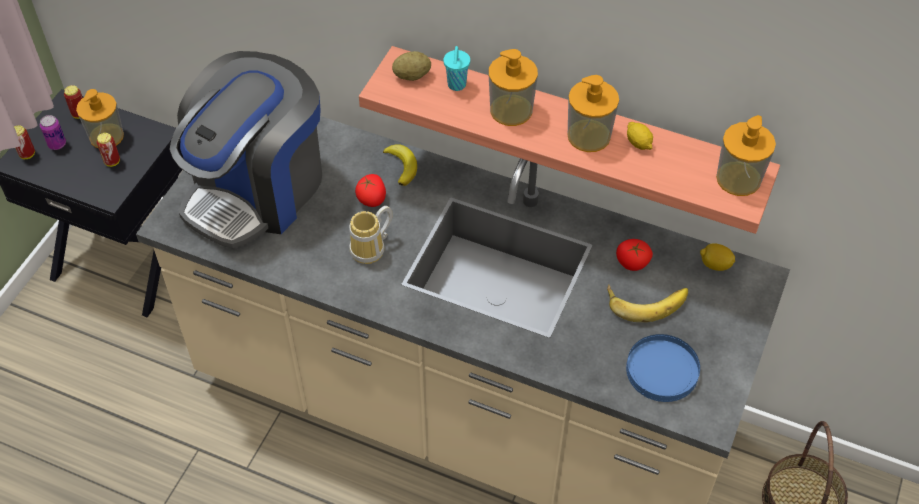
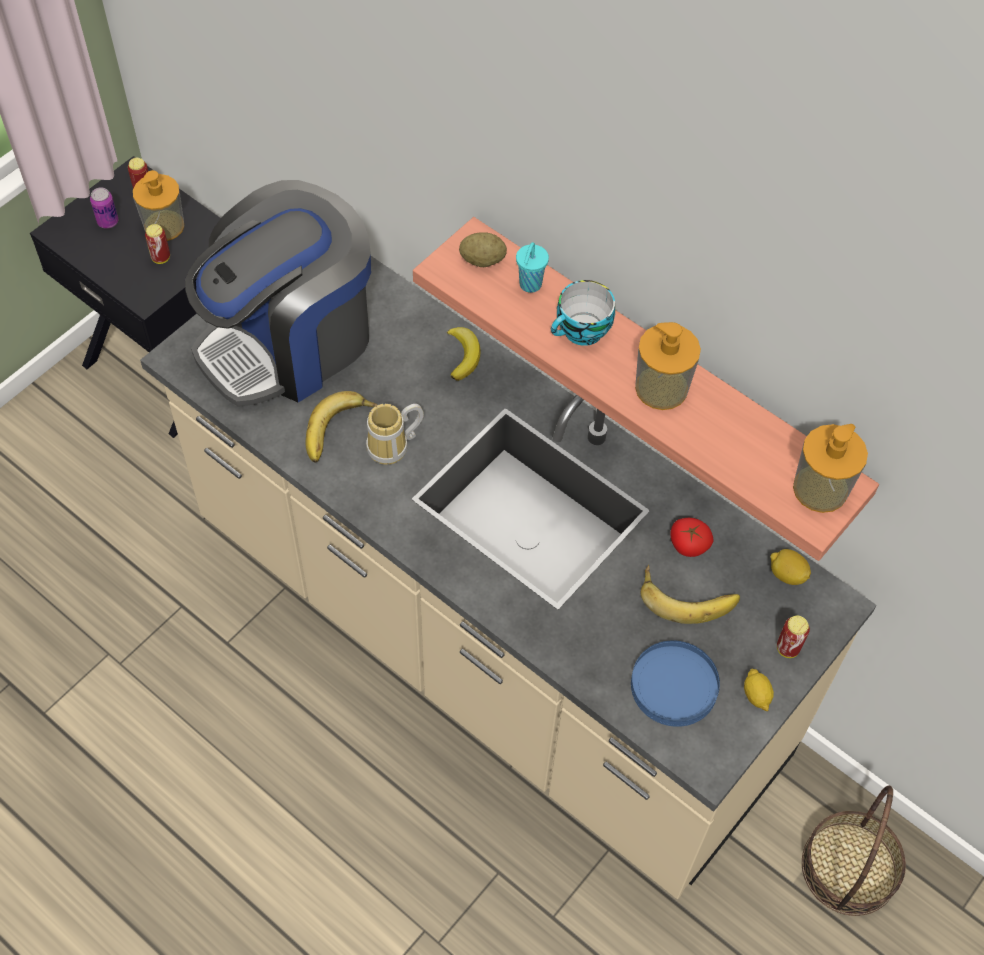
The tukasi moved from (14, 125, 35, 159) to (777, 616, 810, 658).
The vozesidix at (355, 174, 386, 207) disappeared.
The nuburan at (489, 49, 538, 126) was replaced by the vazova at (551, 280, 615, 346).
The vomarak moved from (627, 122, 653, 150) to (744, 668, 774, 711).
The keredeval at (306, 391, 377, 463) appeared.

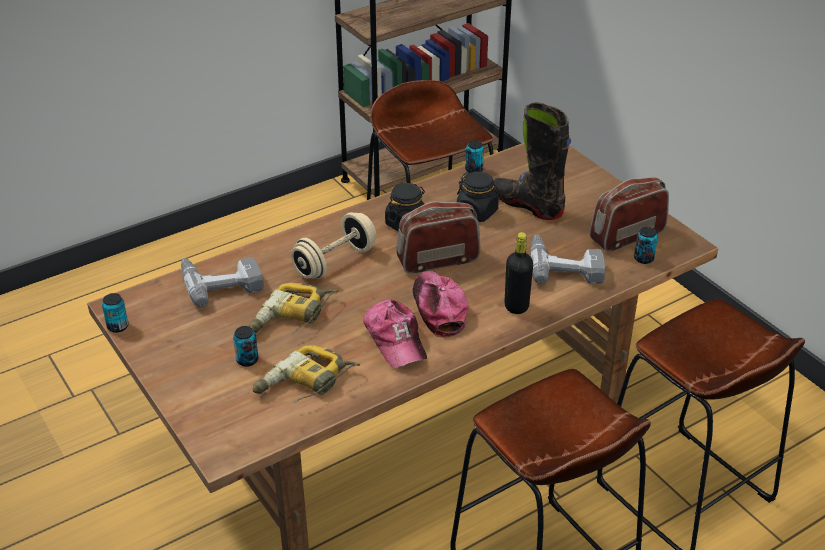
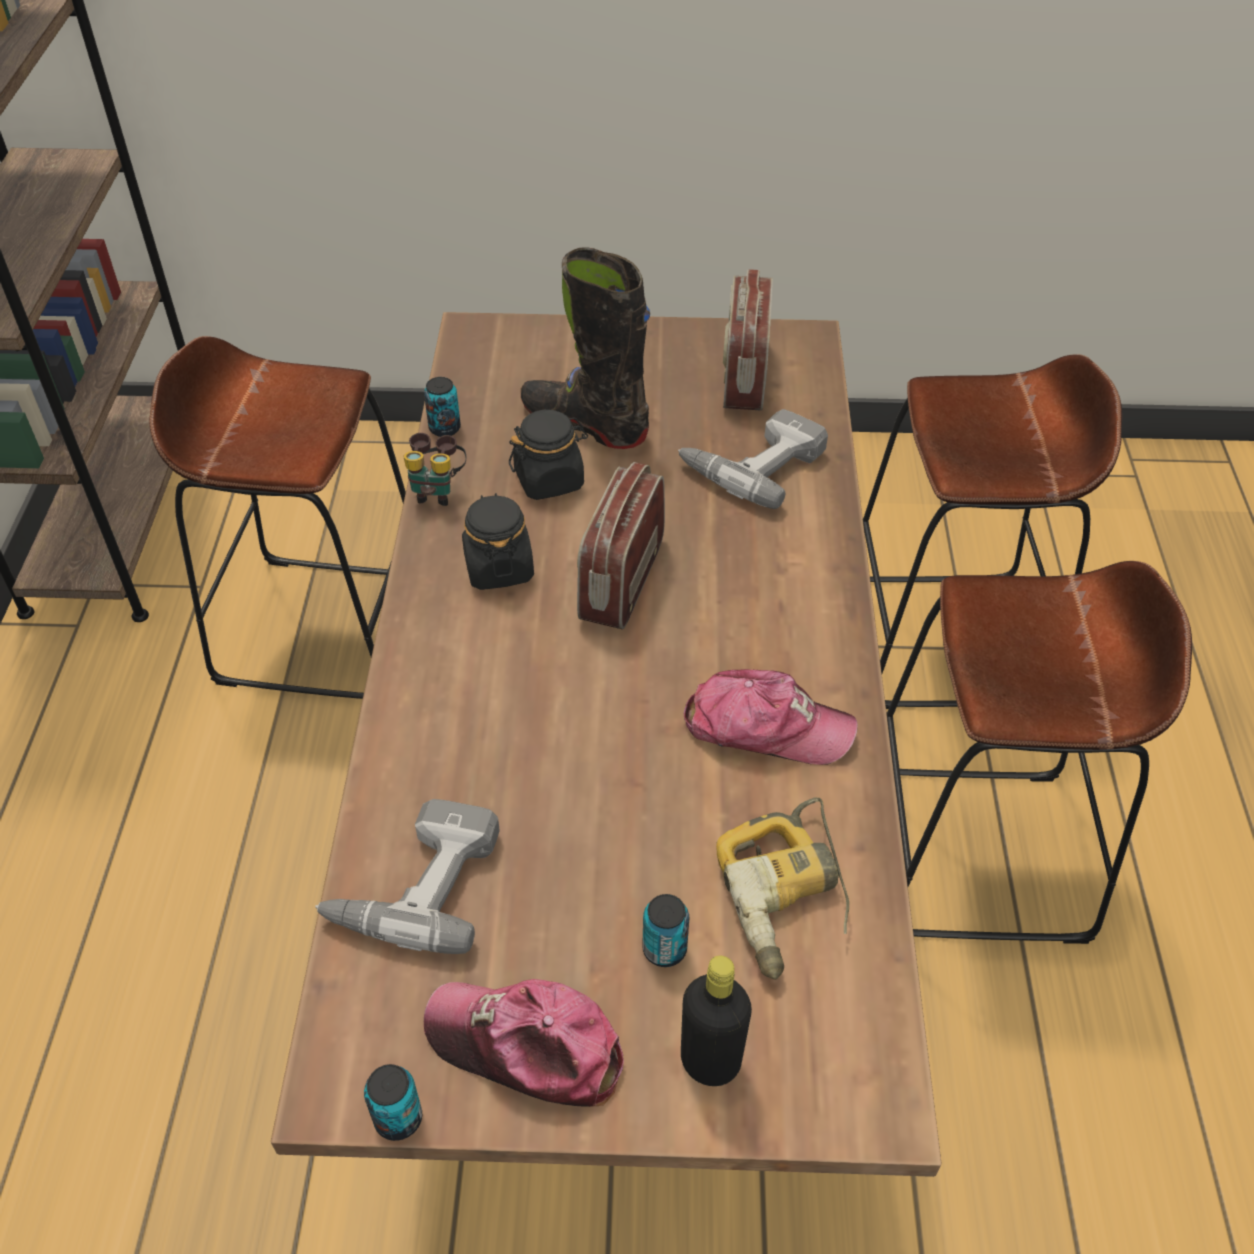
The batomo at (249, 283, 339, 333) disappeared.
The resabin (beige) at (291, 212, 376, 279) disappeared.
The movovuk moved from (413, 271, 469, 338) to (424, 979, 624, 1107).
The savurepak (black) at (493, 103, 571, 220) turned 45 degrees clockwise.
The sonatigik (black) moved from (504, 232, 533, 314) to (681, 956, 752, 1086).
The tukasi at (634, 227, 658, 264) disappeared.
The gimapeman at (404, 433, 466, 506) appeared.

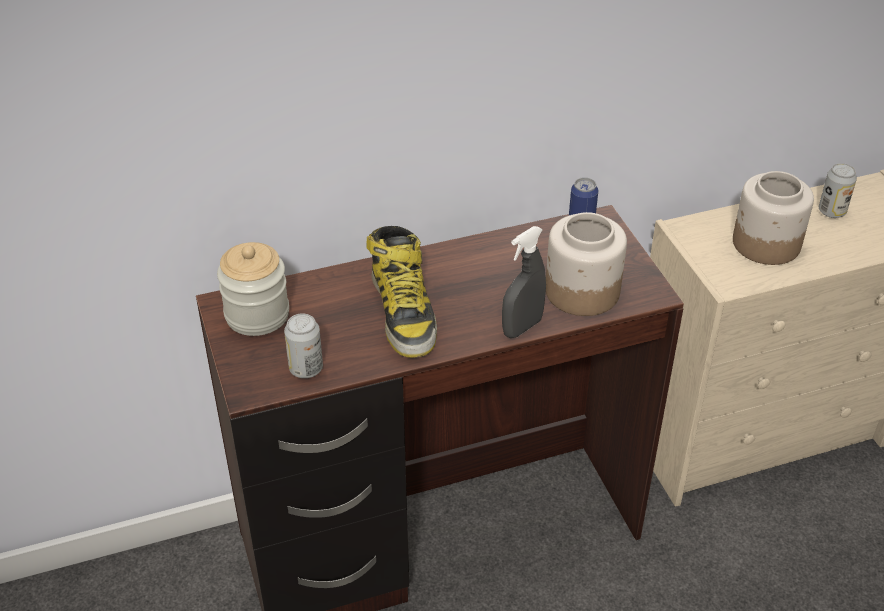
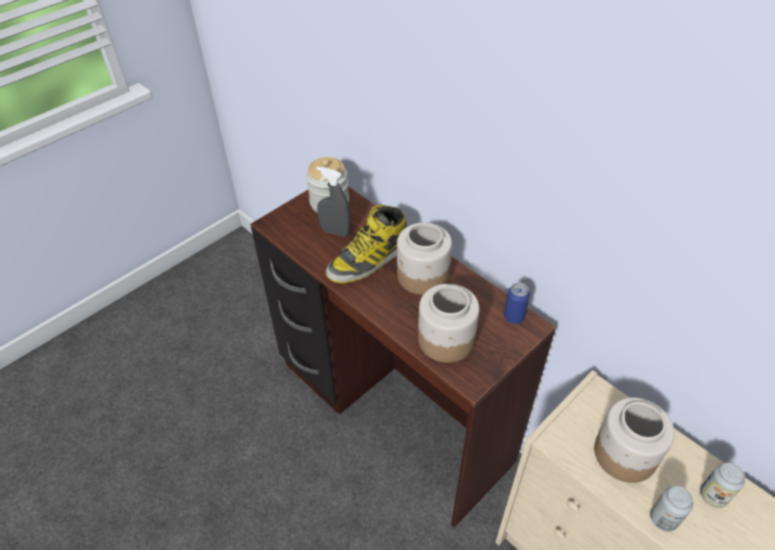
The tukasi moved from (284, 313, 323, 378) to (650, 486, 693, 532).
The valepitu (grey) moved from (502, 226, 546, 338) to (317, 167, 351, 237).
The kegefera at (397, 223, 452, 295) appeared.

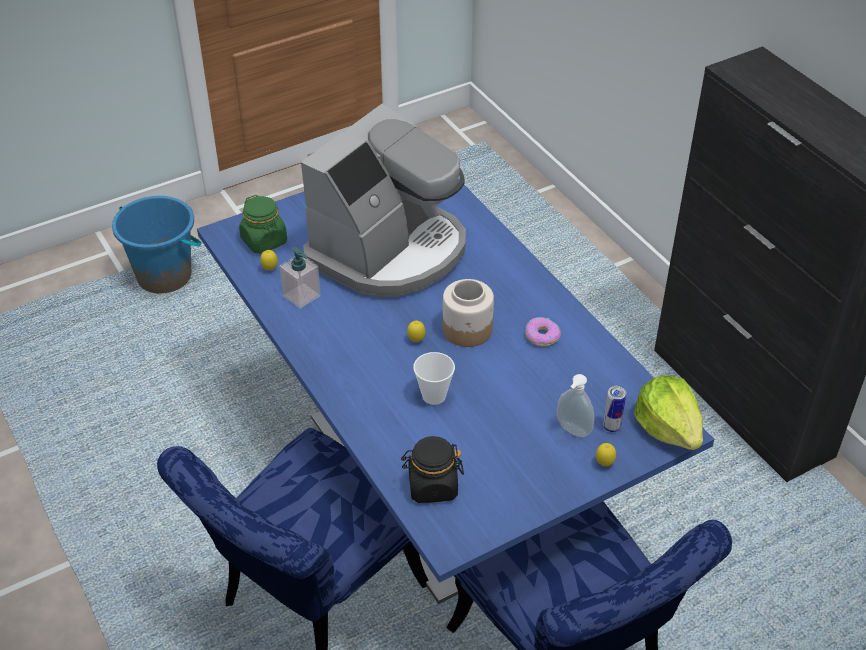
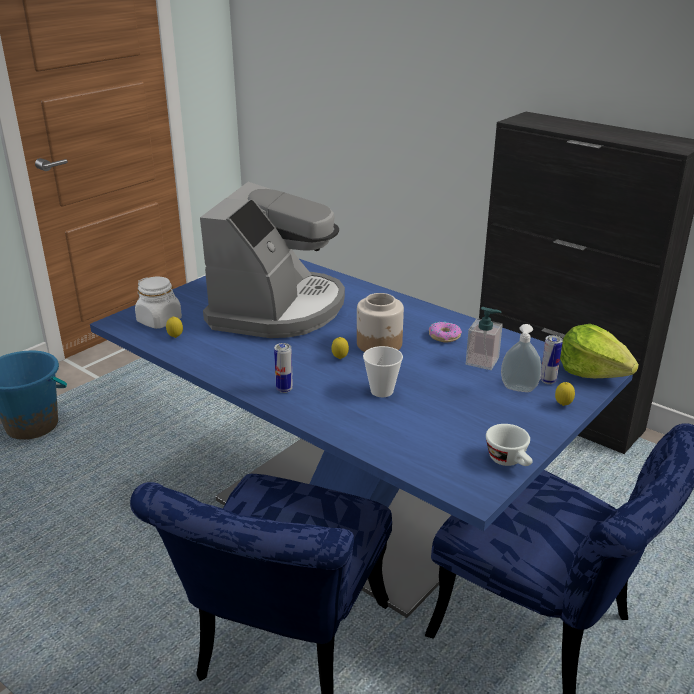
The kegefera (green) at (239, 195, 287, 254) became the kegefera (white) at (135, 277, 182, 329).
The nuburan moved from (279, 247, 321, 309) to (466, 307, 503, 370).
The kegefera (black) at (401, 436, 464, 503) disappeared.
The tukasi at (274, 343, 293, 393) appeared.
The vazova (white) at (486, 424, 532, 466) appeared.

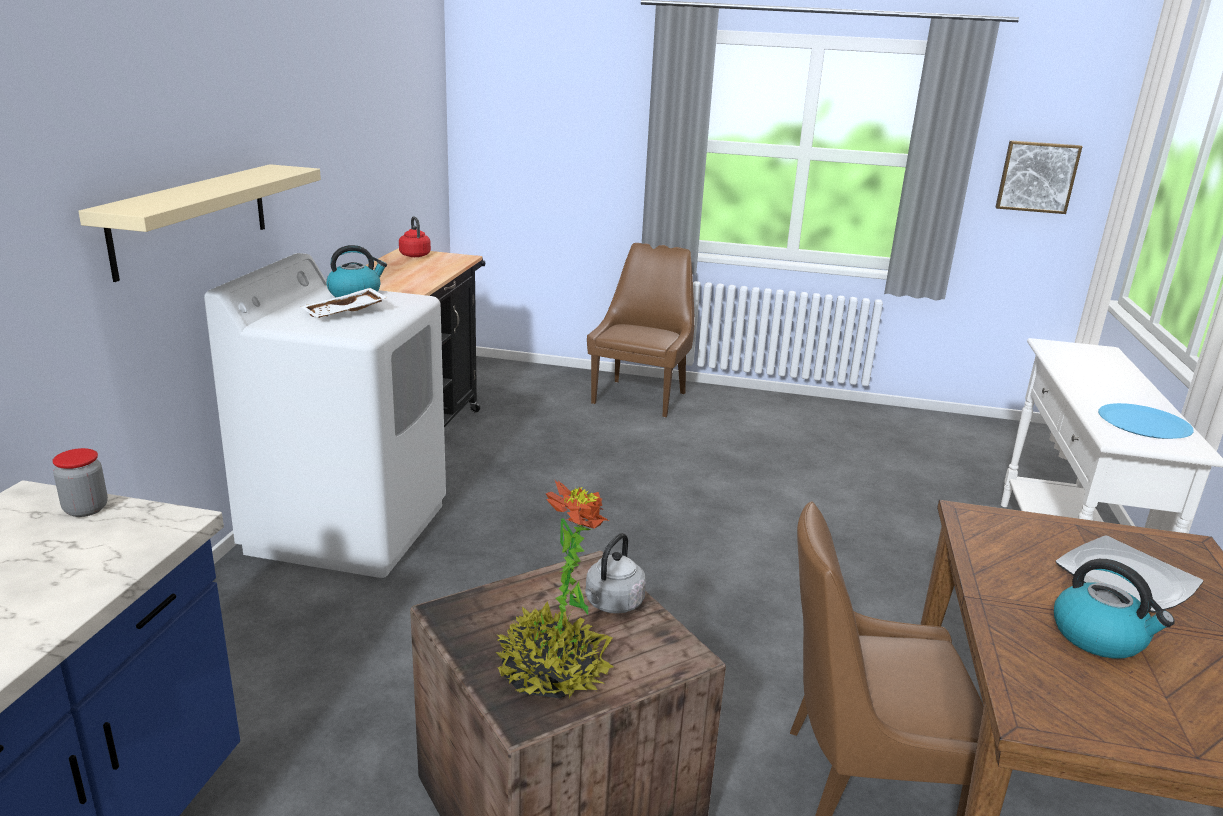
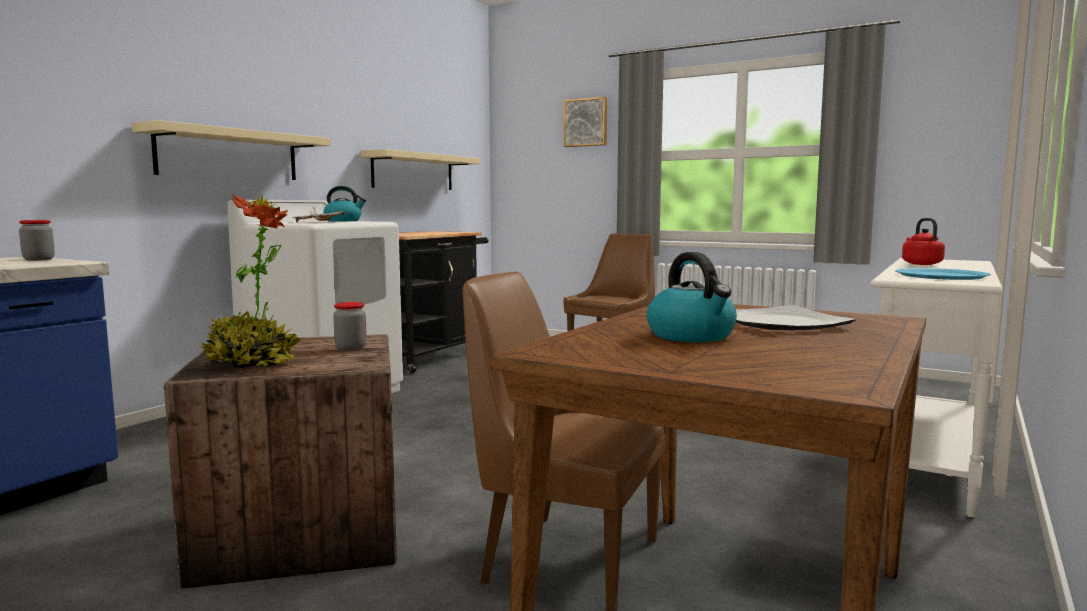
The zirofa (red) moved from (399, 216, 431, 257) to (902, 218, 945, 265).
The zirofa (grey) at (585, 533, 646, 614) was replaced by the kegefera at (333, 302, 367, 350).
The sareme moved from (996, 140, 1083, 214) to (563, 97, 607, 147).
The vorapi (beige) at (361, 149, 480, 190) appeared.

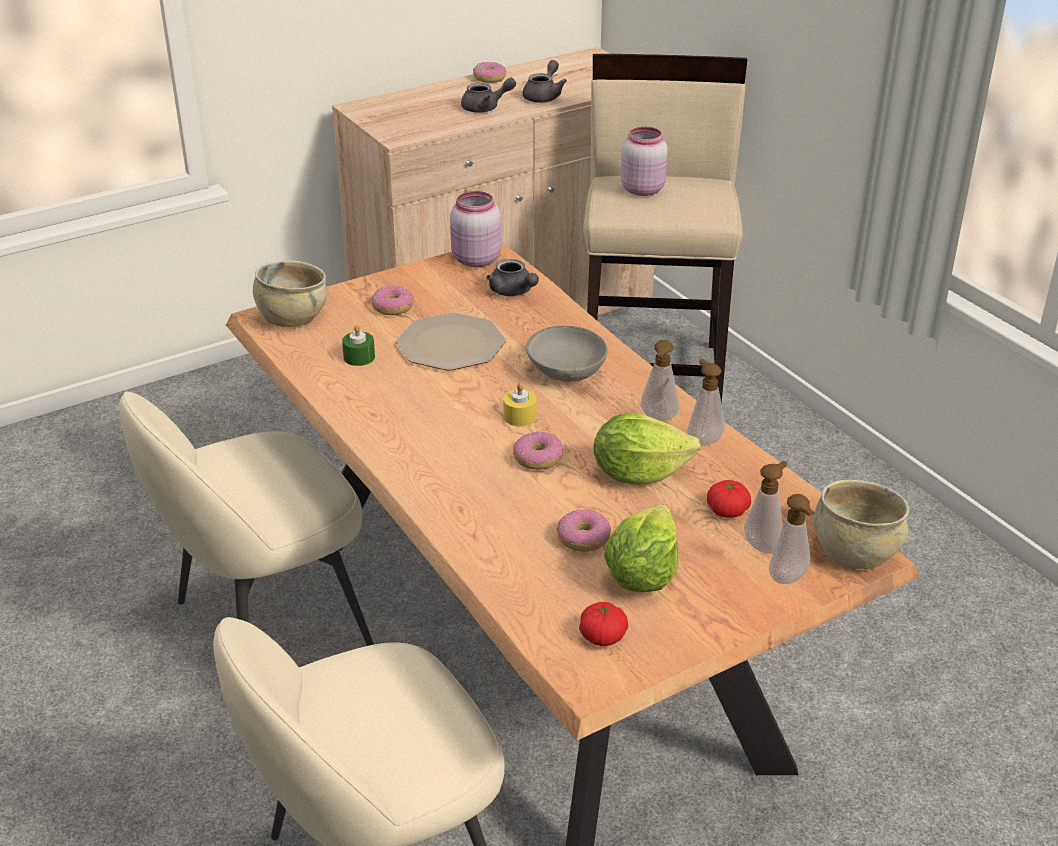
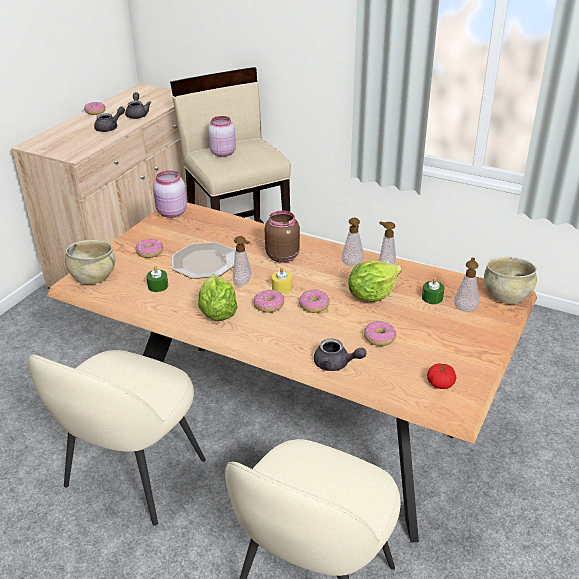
The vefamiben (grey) moved from (487, 259, 539, 296) to (314, 339, 366, 371).
The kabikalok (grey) at (526, 326, 608, 382) was replaced by the kegefera (brown) at (265, 211, 300, 263).
The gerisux moved from (604, 504, 679, 592) to (198, 275, 238, 321).
The vozesidix at (707, 480, 751, 518) was replaced by the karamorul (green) at (422, 277, 444, 304).
The nuburan moved from (769, 494, 815, 584) to (233, 236, 251, 286).
The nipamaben at (254, 290, 284, 313) appeared.

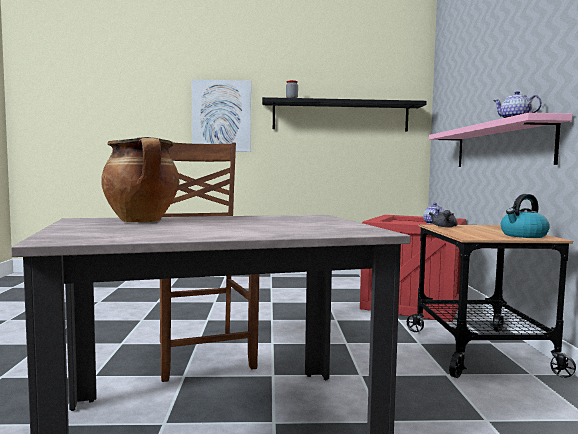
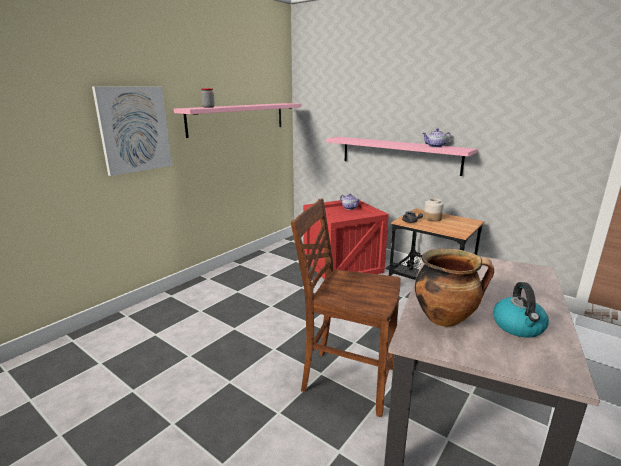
The vorapi (black) at (262, 97, 427, 132) became the vorapi (pink) at (174, 103, 301, 138).
The zirofa moved from (501, 194, 550, 238) to (493, 282, 549, 338).
The kegefera at (424, 198, 444, 221) appeared.

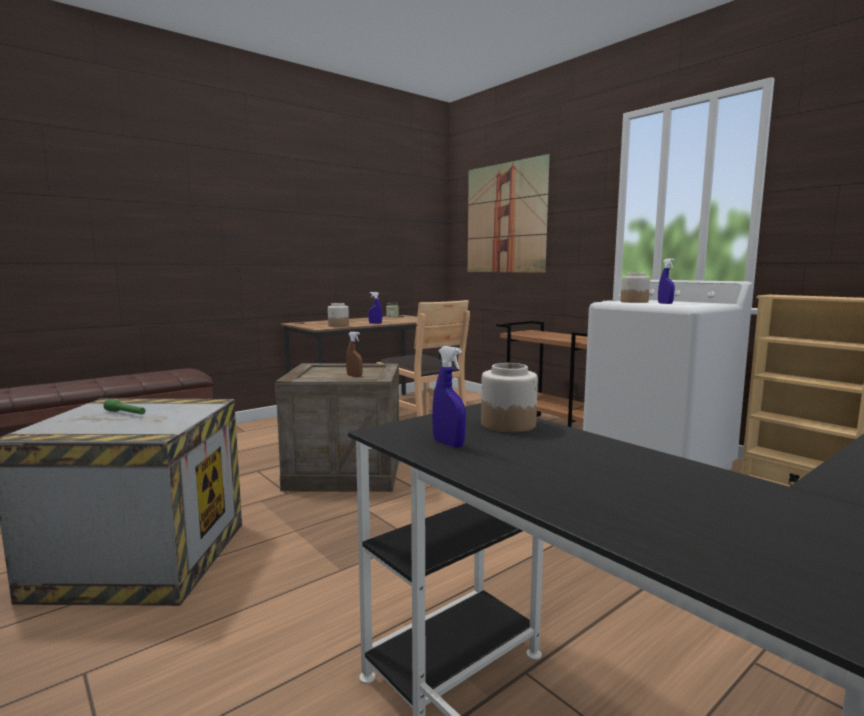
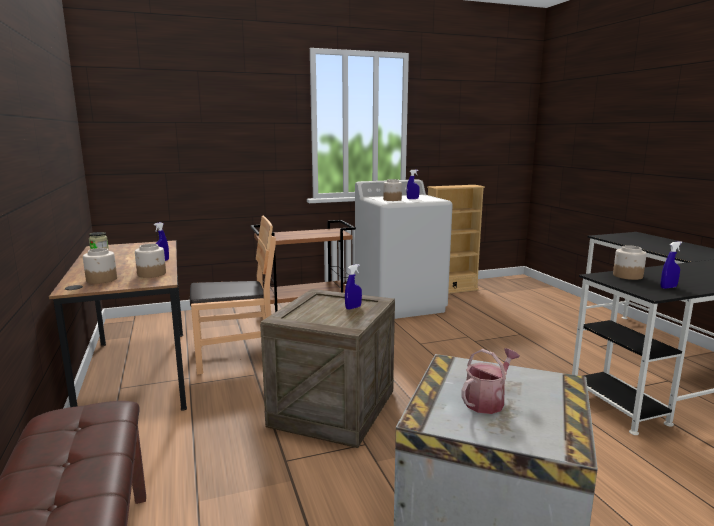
The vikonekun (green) at (104, 399, 146, 415) was replaced by the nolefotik at (461, 348, 520, 414).
The valepitu (brown) at (346, 332, 363, 377) became the valepitu (blue) at (345, 264, 362, 310).
The sareme at (468, 154, 550, 273) disappeared.
The kegefera at (83, 248, 117, 284) appeared.

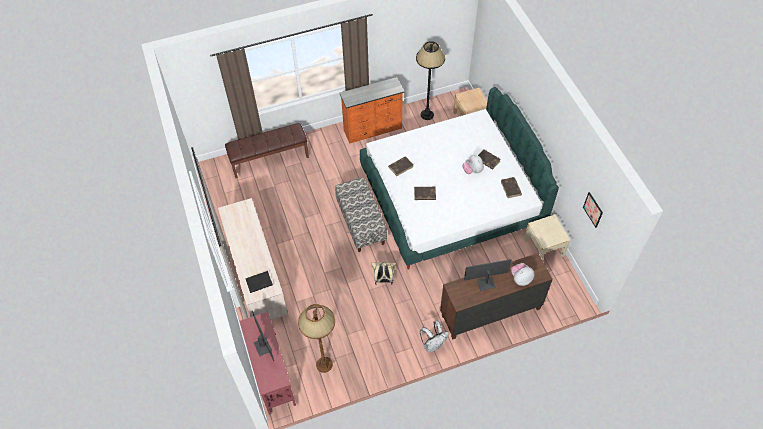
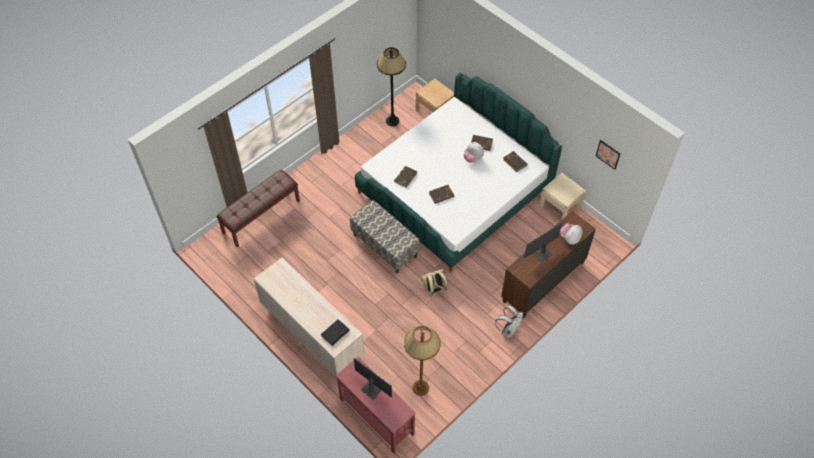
The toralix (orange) at (340, 77, 405, 144) disappeared.

